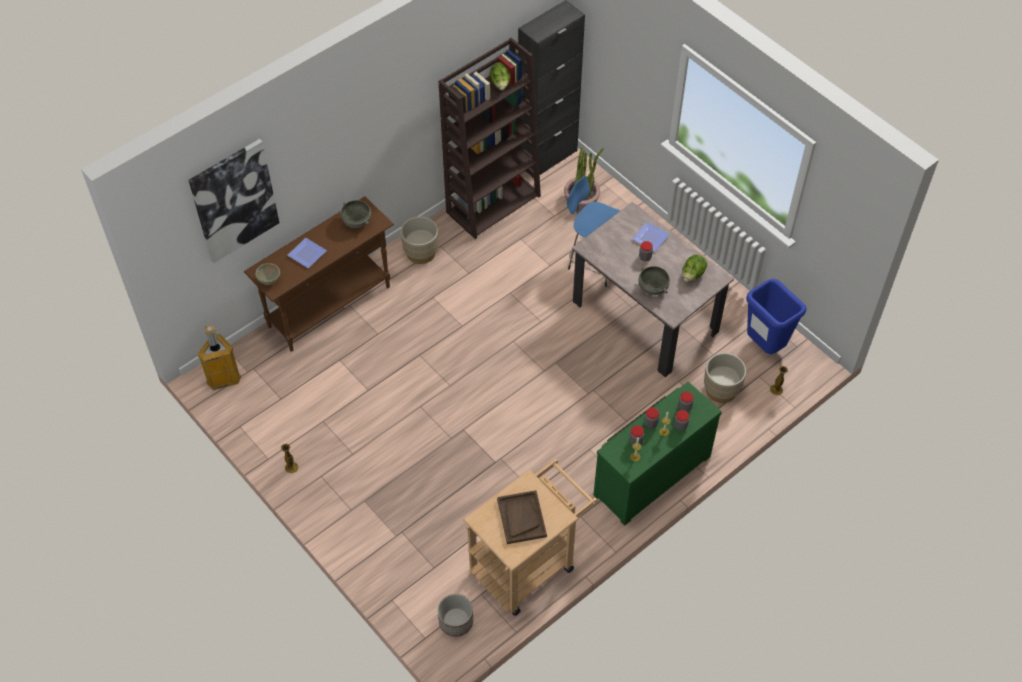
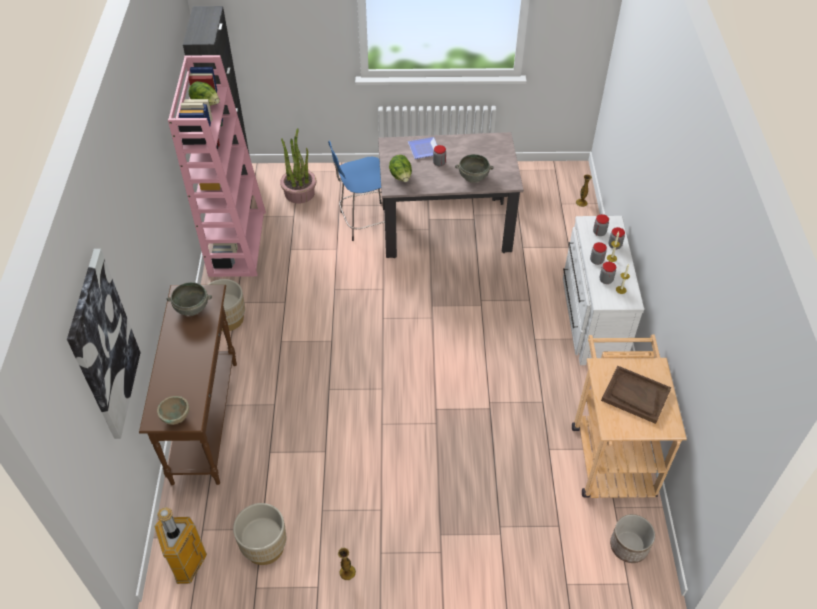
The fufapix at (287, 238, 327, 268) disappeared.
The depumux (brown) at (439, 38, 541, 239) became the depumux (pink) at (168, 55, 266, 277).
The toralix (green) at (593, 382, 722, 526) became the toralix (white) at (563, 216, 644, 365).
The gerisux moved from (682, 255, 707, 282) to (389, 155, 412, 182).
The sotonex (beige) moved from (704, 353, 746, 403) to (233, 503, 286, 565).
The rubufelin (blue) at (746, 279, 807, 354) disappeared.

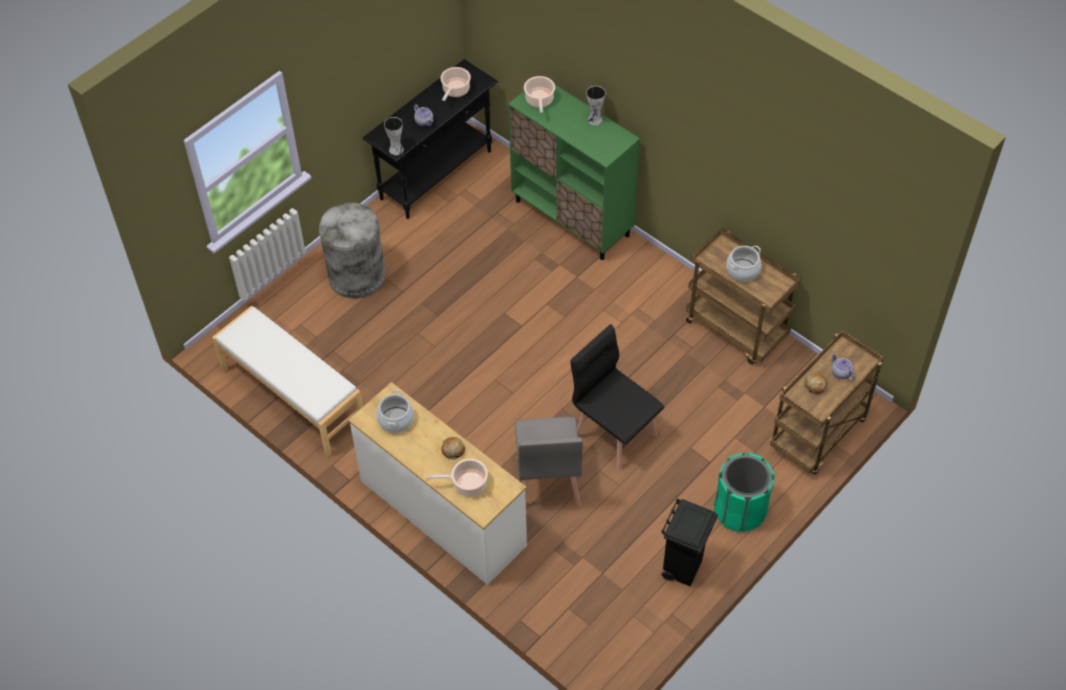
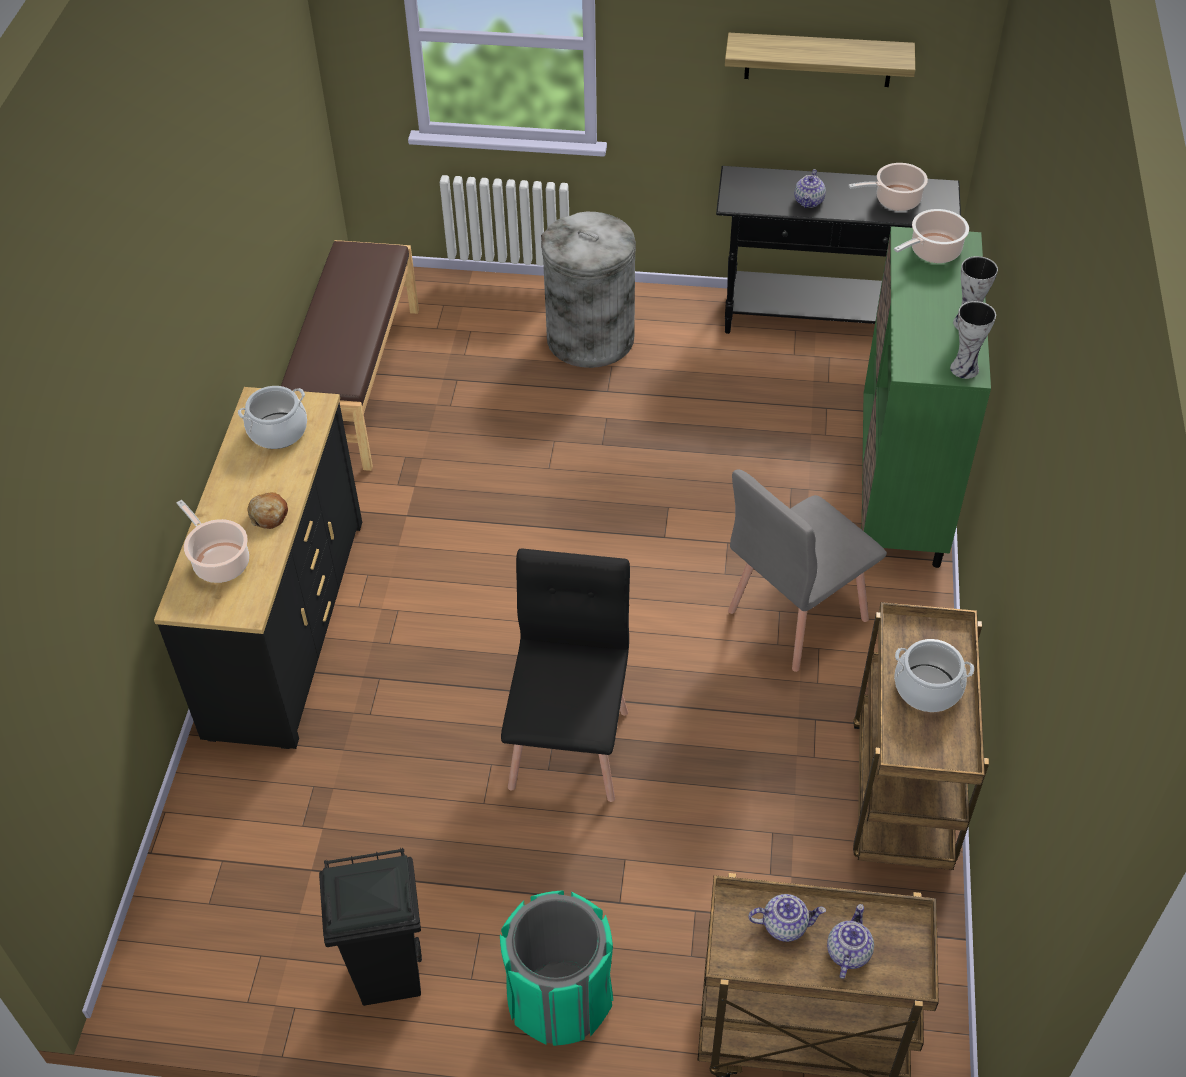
The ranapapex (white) at (212, 306, 363, 457) became the ranapapex (brown) at (281, 240, 419, 471).
The toralix (white) at (348, 382, 527, 585) became the toralix (black) at (154, 387, 362, 749).
The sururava moved from (384, 117, 404, 155) to (950, 301, 996, 379).
The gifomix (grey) moved from (515, 417, 583, 506) to (728, 470, 887, 672).
The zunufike at (804, 373, 827, 394) was replaced by the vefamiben at (748, 894, 826, 942).
The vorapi at (725, 33, 915, 87) appeared.

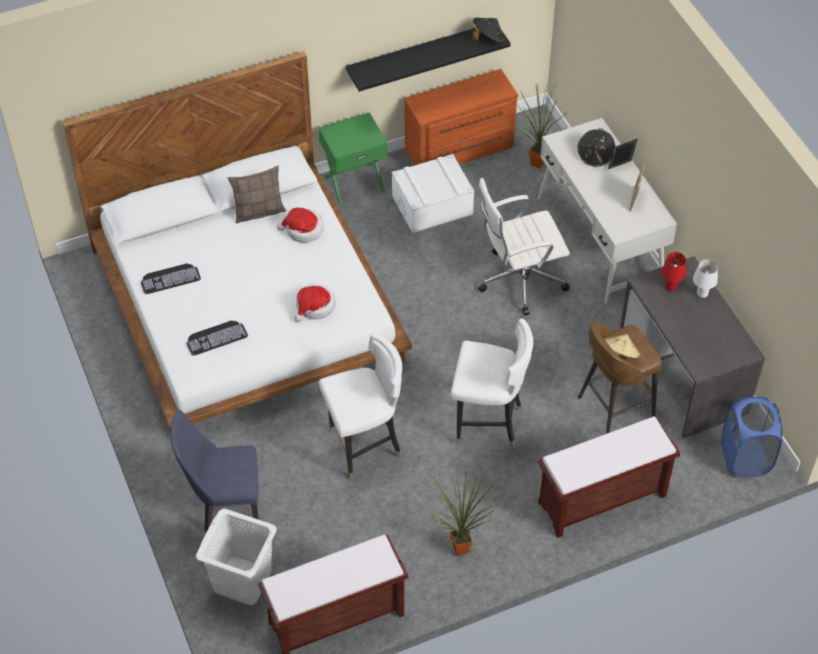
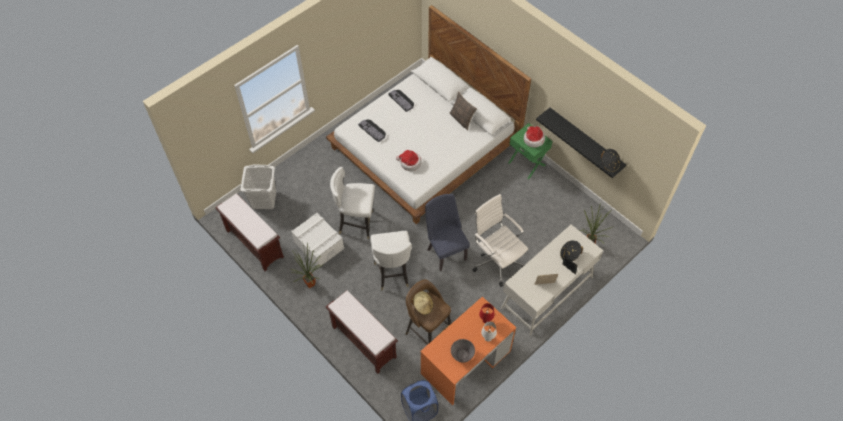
The gifomix (blue) moved from (170, 409, 259, 532) to (425, 194, 470, 271).
The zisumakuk moved from (277, 208, 324, 243) to (524, 126, 545, 147).
The gifomix (white) at (319, 332, 402, 479) turned 135 degrees clockwise.
The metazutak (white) moved from (392, 154, 474, 233) to (291, 213, 344, 267).
The toralix (brown) at (404, 69, 518, 165) disappeared.
The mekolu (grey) at (620, 256, 765, 438) became the mekolu (orange) at (420, 297, 516, 405).
The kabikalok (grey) at (451, 339, 475, 363) appeared.

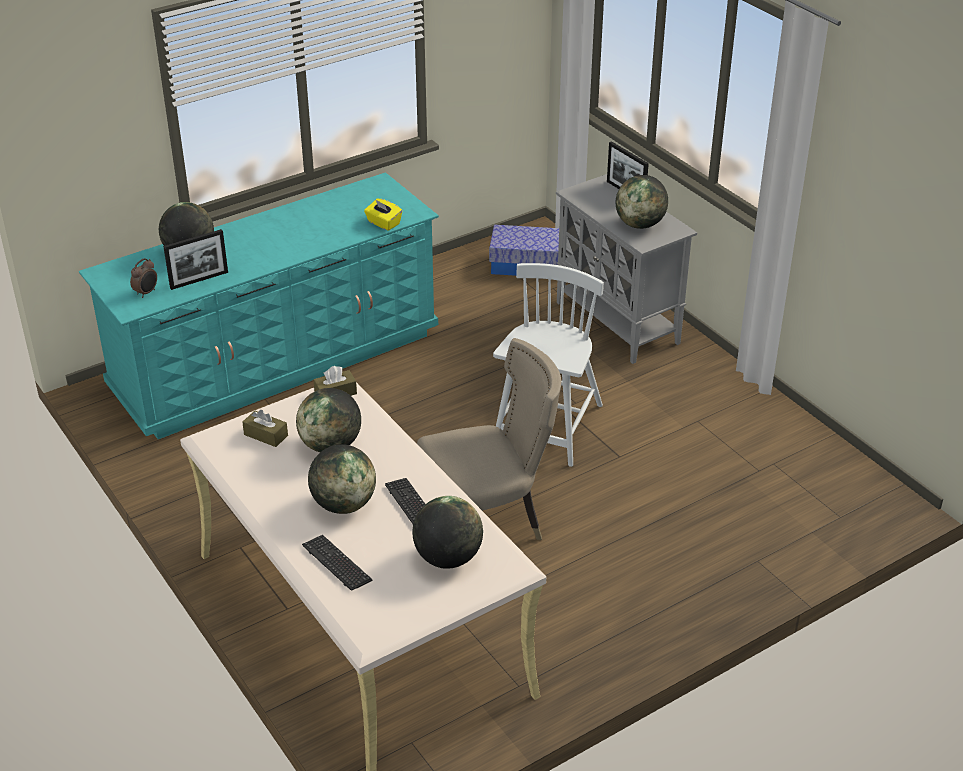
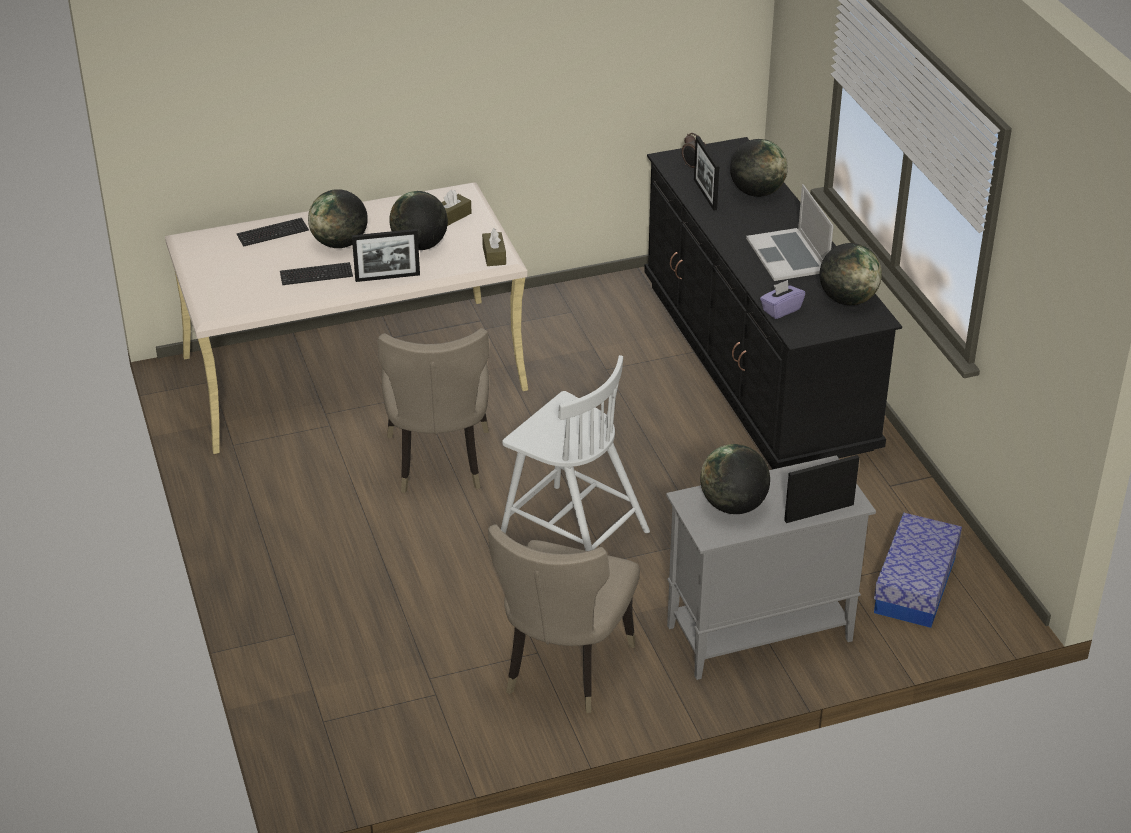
The toralix (turquoise) at (79, 173, 439, 439) became the toralix (black) at (644, 137, 902, 469).
The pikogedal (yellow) at (364, 199, 402, 231) became the pikogedal (purple) at (760, 280, 805, 319).
The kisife moved from (412, 496, 483, 569) to (820, 243, 882, 305).
The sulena at (352, 229, 420, 282) appeared.
The gifomix (beige) at (488, 524, 640, 713) appeared.
The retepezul at (746, 184, 833, 281) appeared.

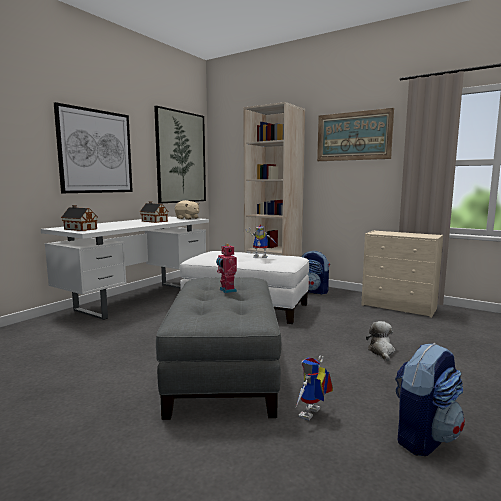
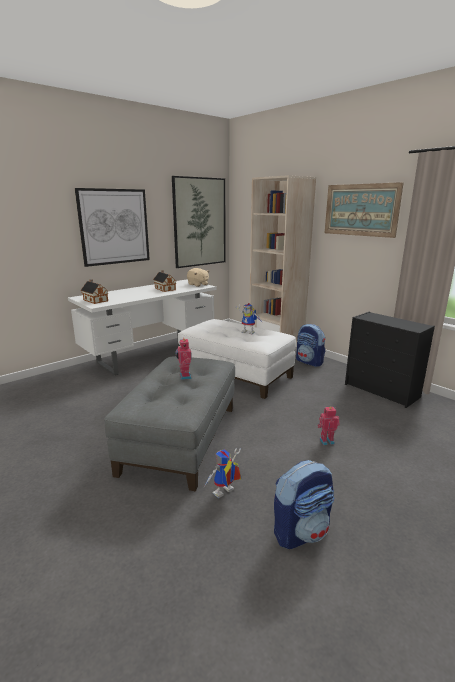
The toralix (beige) at (361, 230, 443, 318) became the toralix (black) at (345, 312, 435, 408).
The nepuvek at (366, 321, 395, 361) was replaced by the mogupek at (318, 407, 340, 445).

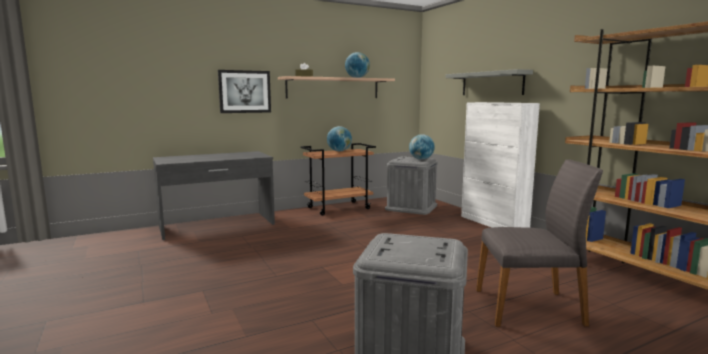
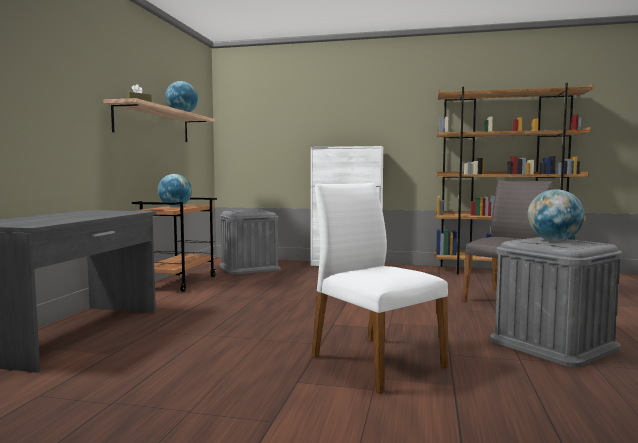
The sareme at (218, 70, 271, 113) disappeared.
The kisife moved from (409, 134, 435, 160) to (527, 189, 585, 241).
The vorapi (grey) at (446, 69, 533, 95) disappeared.
The gifomix (white) at (312, 183, 449, 394) appeared.

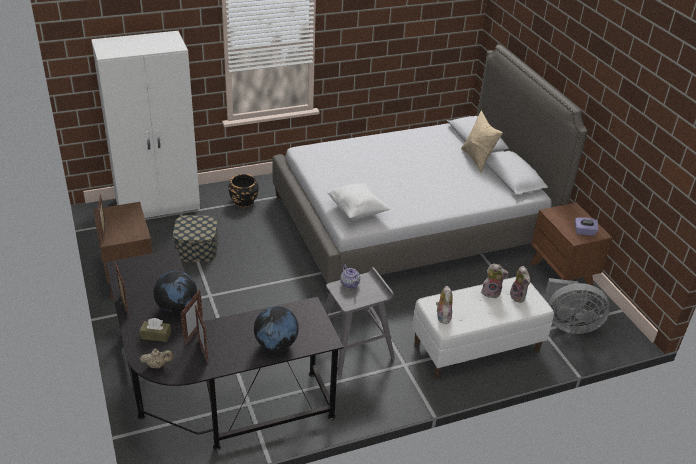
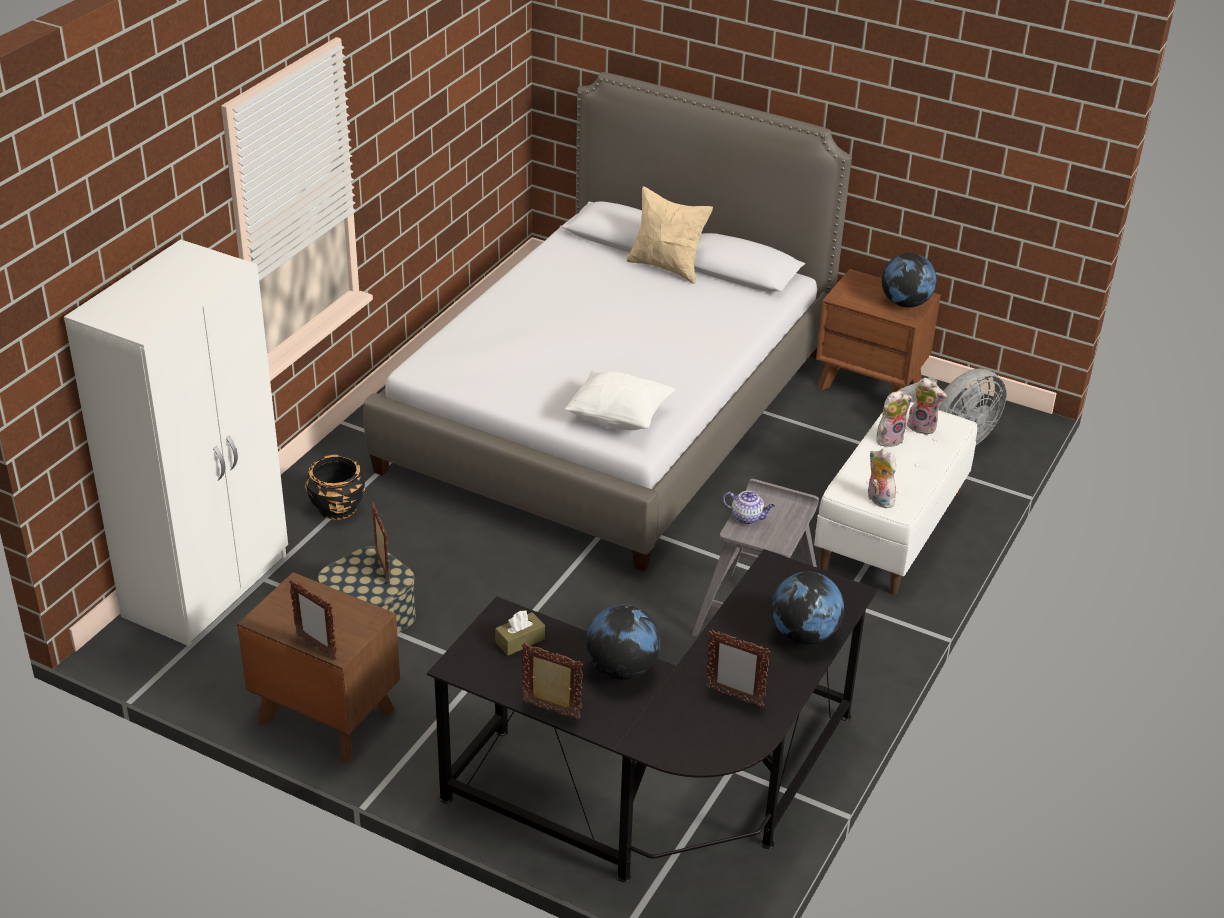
The pikogedal (brown) moved from (140, 318, 171, 342) to (495, 611, 545, 656).
The vefamiben (beige) at (140, 349, 174, 368) disappeared.
The sulena moved from (180, 289, 203, 346) to (372, 502, 390, 583).
The pikogedal (purple) at (575, 217, 598, 236) was replaced by the kisife at (882, 253, 937, 308).

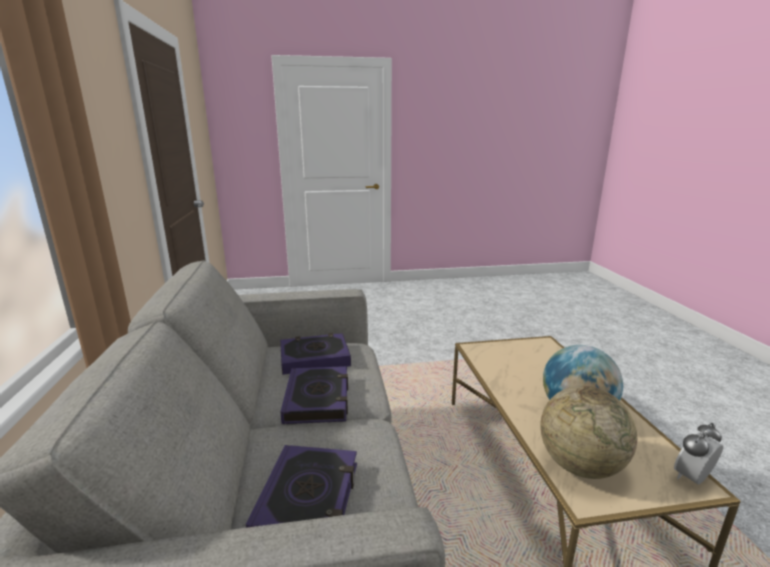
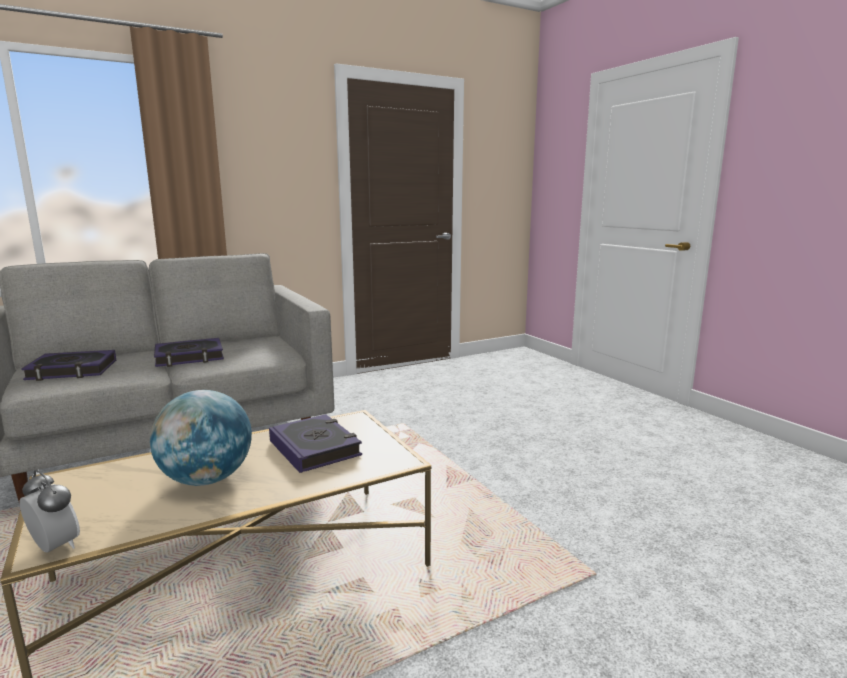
The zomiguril moved from (280, 333, 351, 375) to (269, 414, 362, 473).
The kisife at (540, 386, 637, 479) disappeared.

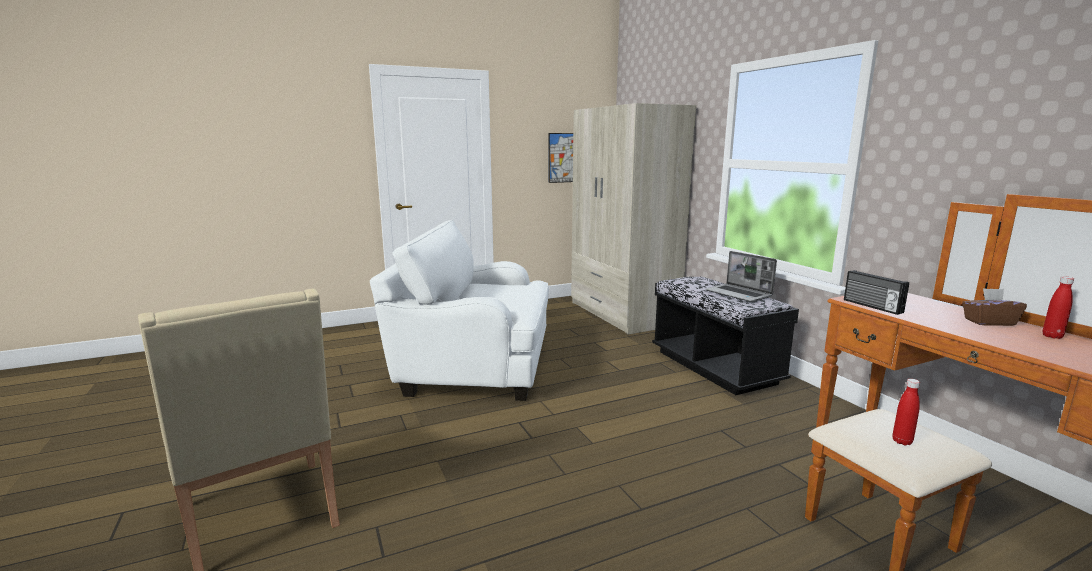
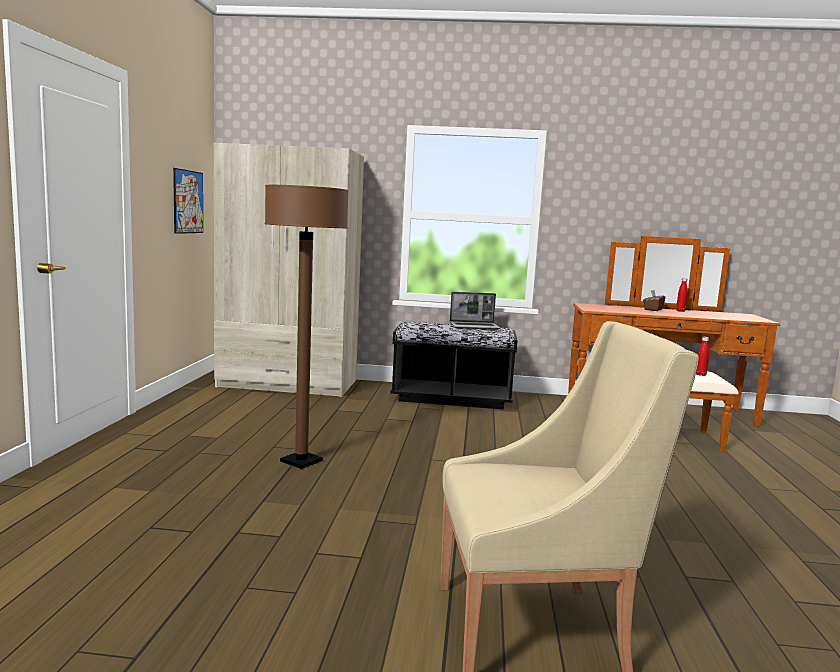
The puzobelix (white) at (370, 220, 549, 401) was replaced by the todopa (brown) at (265, 185, 349, 469).
The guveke at (844, 270, 909, 315) disappeared.

